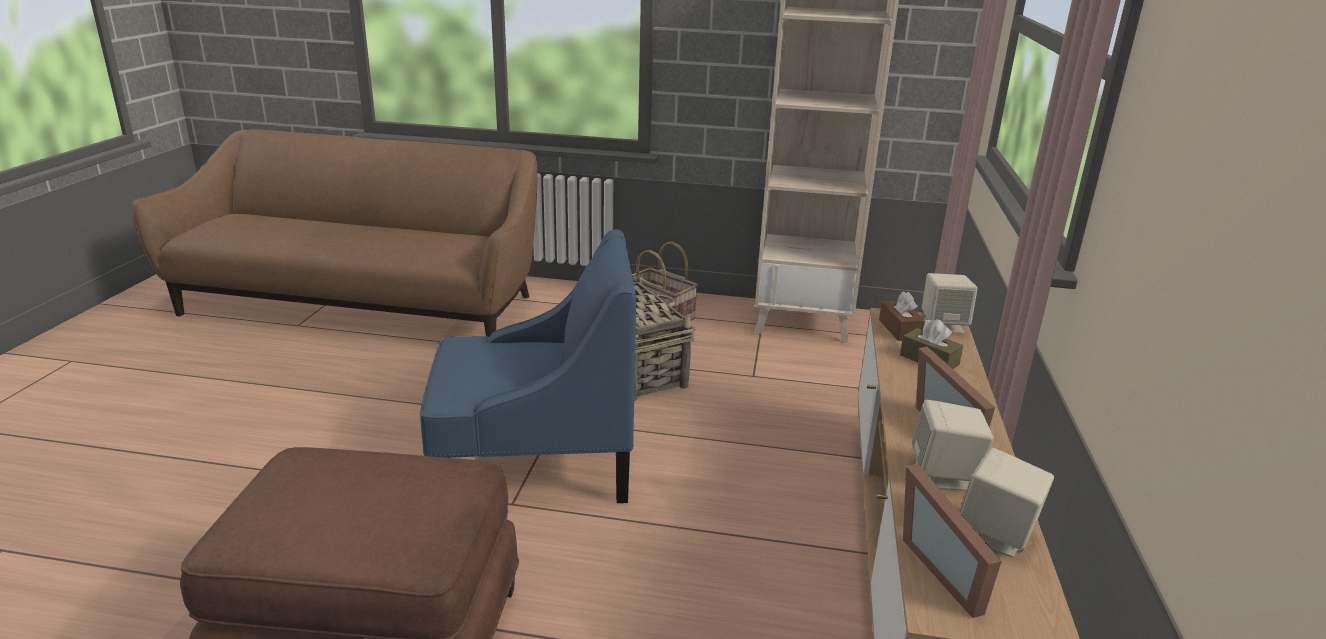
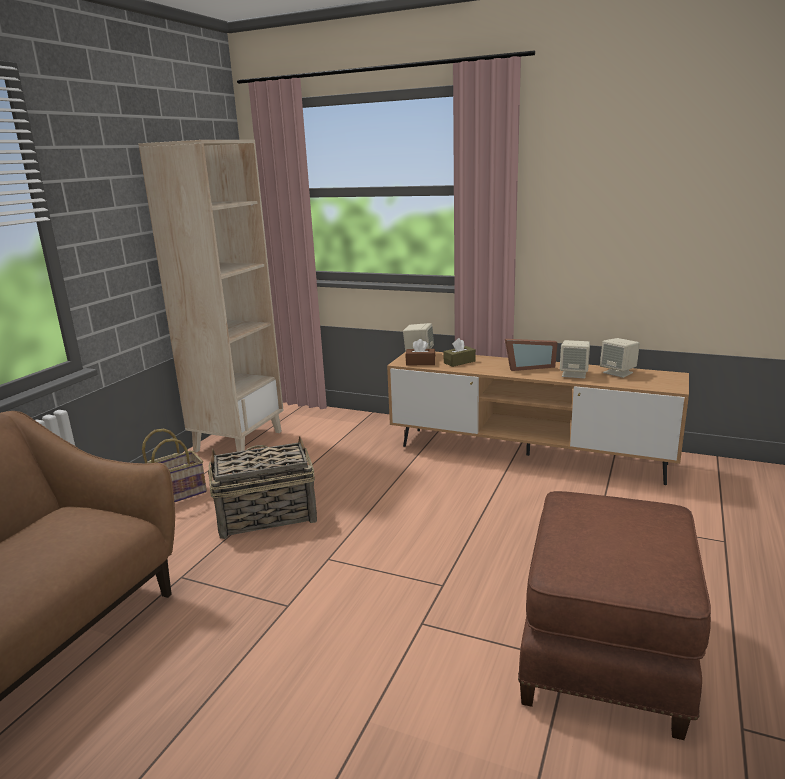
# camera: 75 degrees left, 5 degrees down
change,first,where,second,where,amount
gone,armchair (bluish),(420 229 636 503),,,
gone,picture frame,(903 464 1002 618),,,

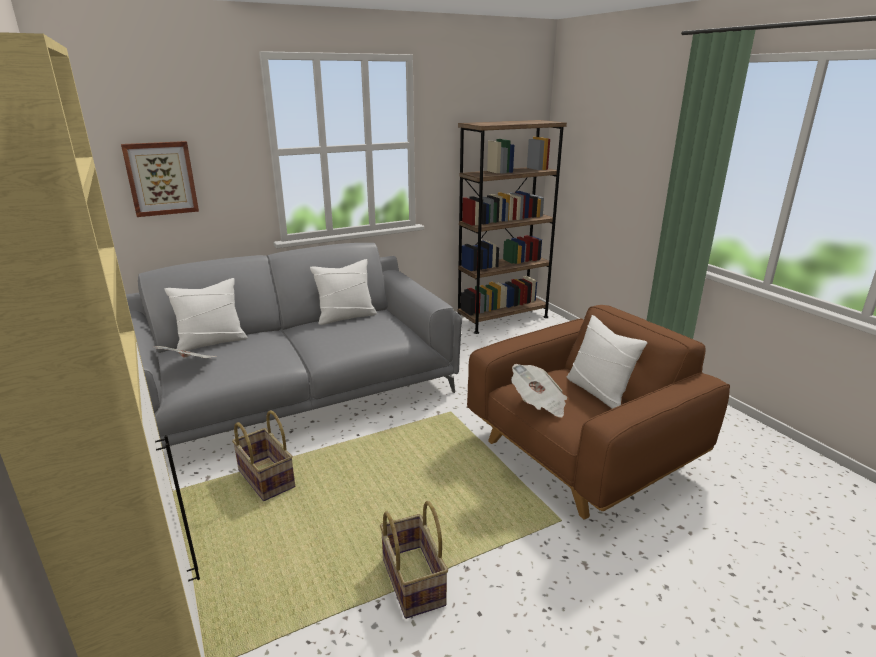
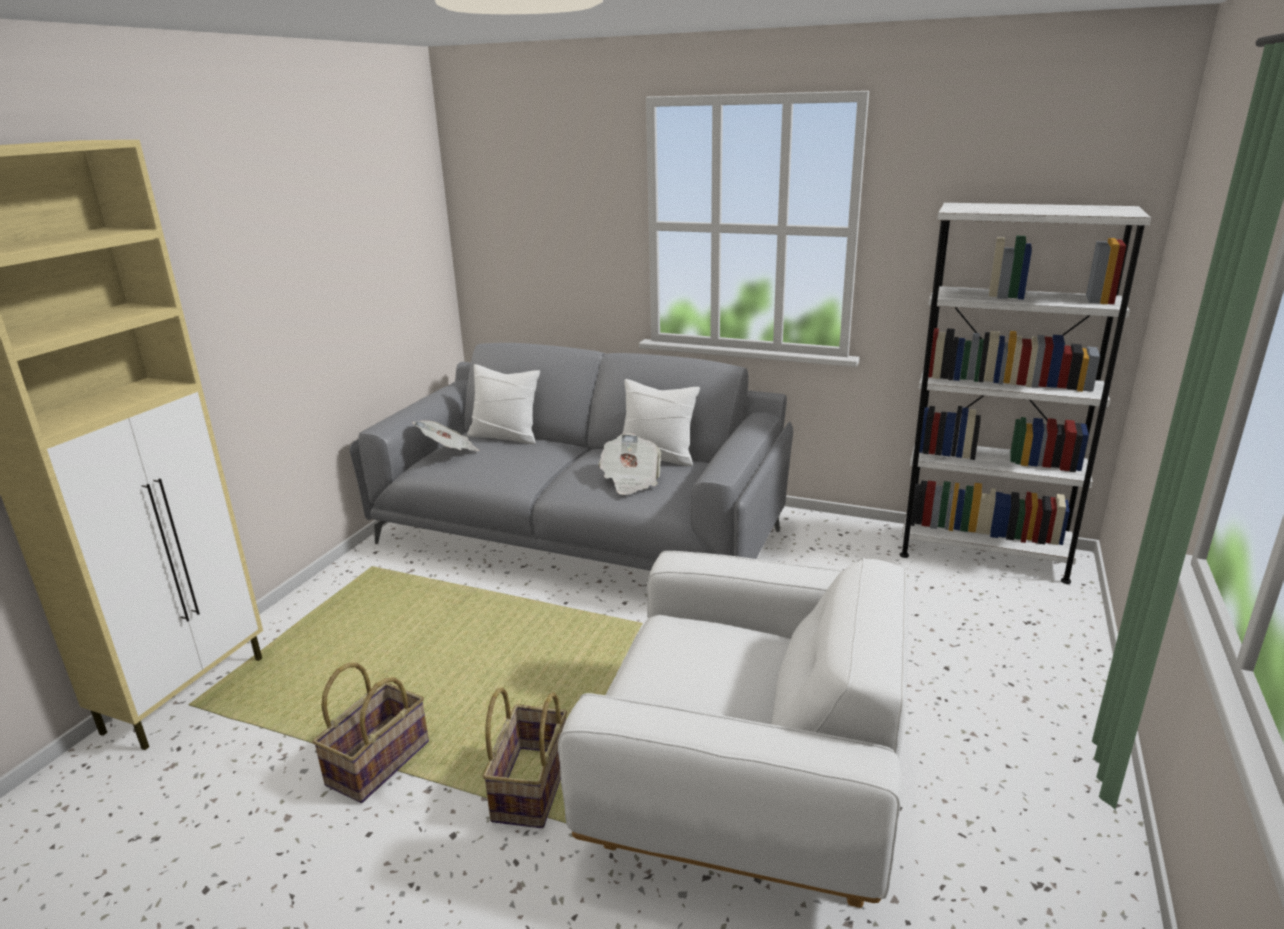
# camera: 50 degrees right, 0 degrees up
change,first,where,second,where,amount
shifted,basket,(232 410 295 501),,(482 687 567 828),
repainted,armchair (brown-coloured),(467 305 730 520),armchair (whitish),(558 551 908 908),
shifted,newspaper,(511 364 567 417),,(598 433 662 495),
repainted,bookcase (brown-coloured),(458 120 567 334),bookcase (whitish),(900 203 1151 584),
gone,wall picture,(121 141 199 217),,,
gone,throw pillow (whitish),(567 315 647 409),,,

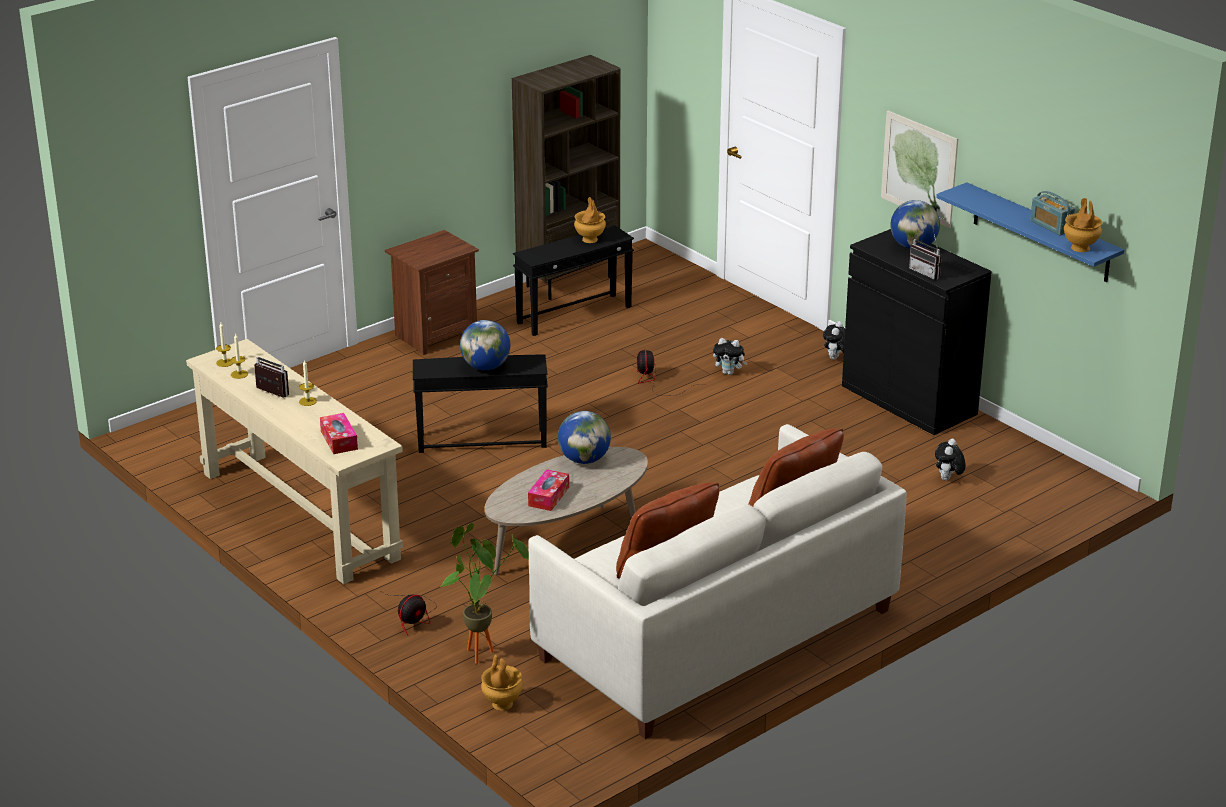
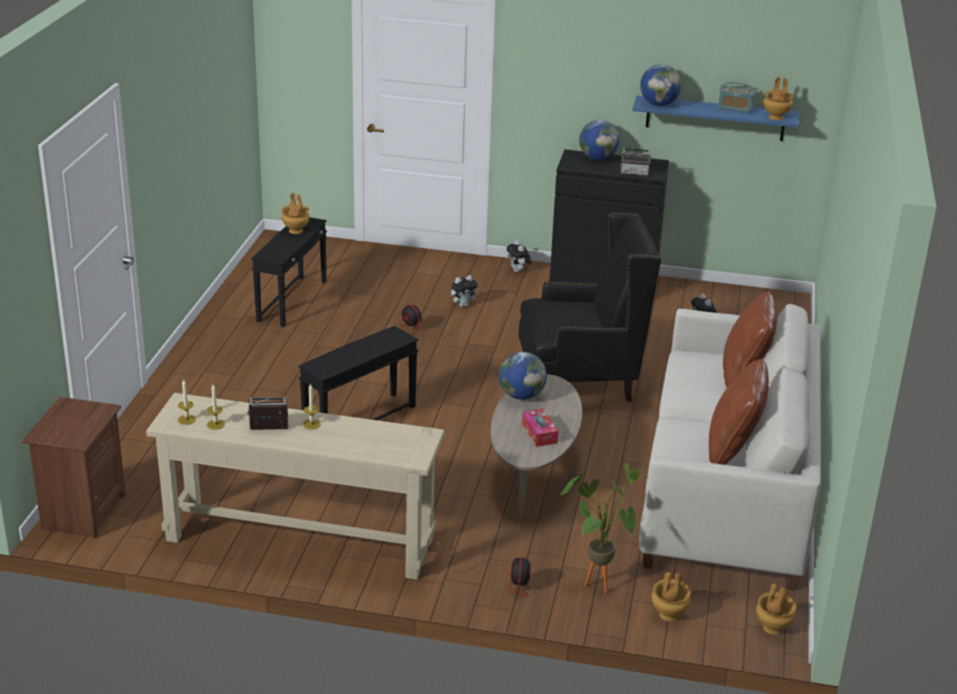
# camera: 40 degrees left, 0 degrees up
change,first,where,second,where,amount
shifted,nightstand (brown-coloured),(385 230 479 355),,(22 397 126 539),
new,,,armchair (black),(518 213 661 402),
shifted,desk globe,(460 320 510 370),,(640 64 682 106),
new,,,flower vase (brown-coloured),(756 584 796 635),
gone,box of tissues,(320 413 358 454),,,
gone,bookcase (brown-coloured),(512 55 620 300),,,
gone,wall picture,(881 111 958 228),,,

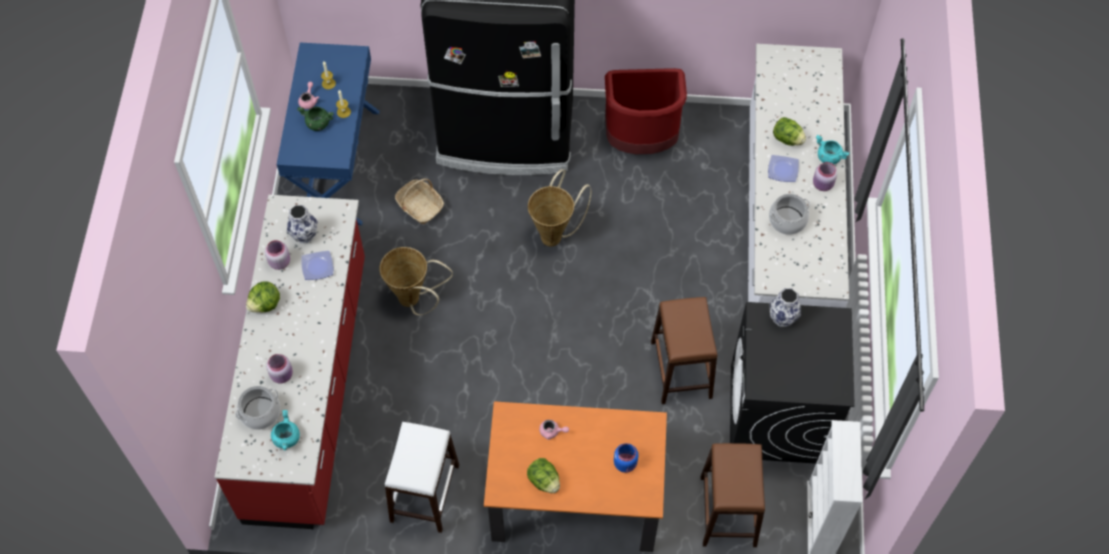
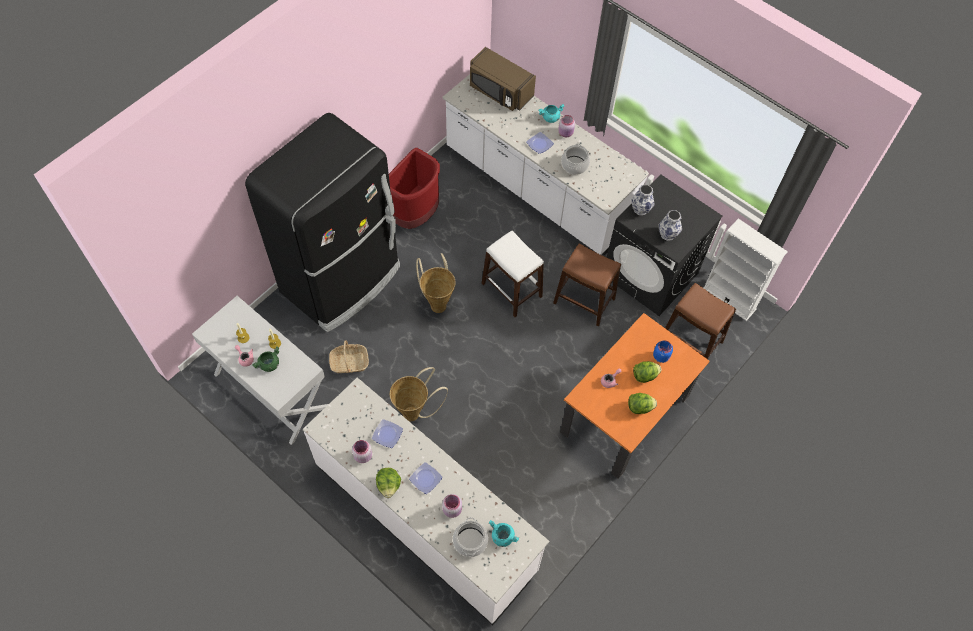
# camera: 55 degrees left, 0 degrees up
change,first,where,second,where,amount
repainted,hall table (bluish),(277 42 380 225),hall table (whitish),(192 296 328 445),
repainted,kitchen counter (red-coloured),(215 195 365 529),kitchen counter (whitish),(303 377 549 625),
new,,,flat dish,(409 462 442 494),
new,,,microwave oven (brown-coloured),(470 47 536 111),
shifted,stool (whitish),(385 422 459 533),,(482 231 544 317),
shifted,head of lettuce,(773 117 806 146),,(633 361 661 383),
shifted,flower vase,(287 205 317 243),,(658 210 682 241),

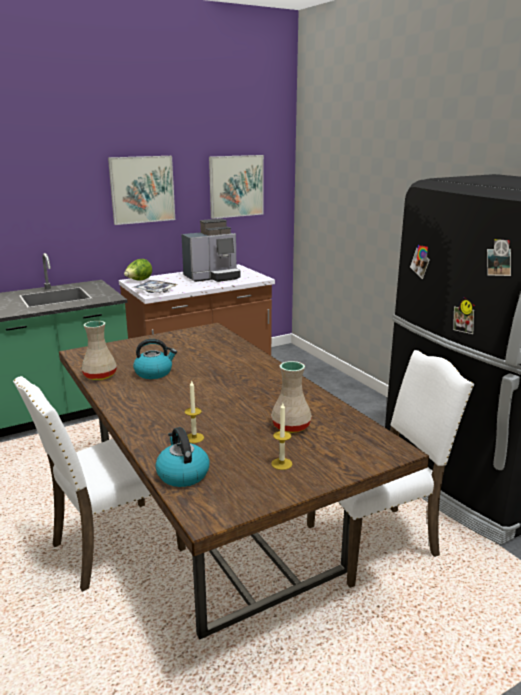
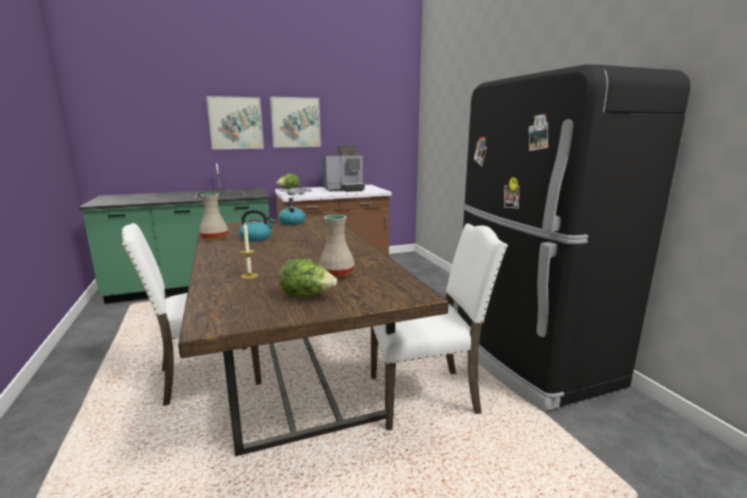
# camera: 10 degrees right, 5 degrees down
change,first,where,second,where,amount
shifted,wall picture,(209 155 264 219),,(206 96 264 149),
shifted,kettle,(155 427 210 487),,(278 198 305 225),
swapped,wax candle,(271 403 293 470),head of lettuce,(280 259 337 298),

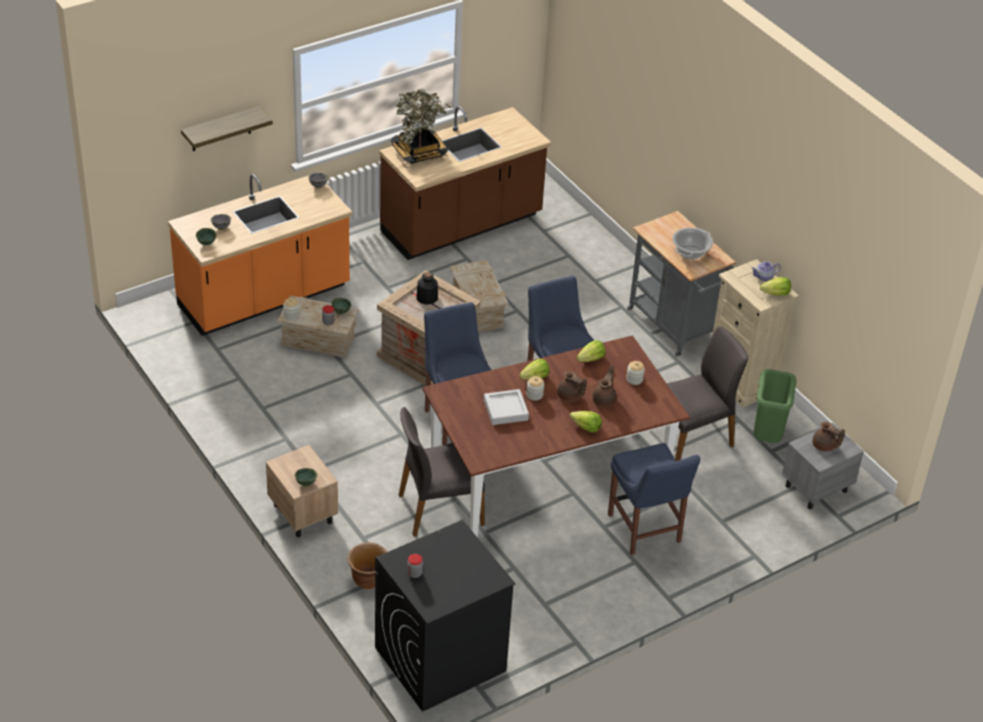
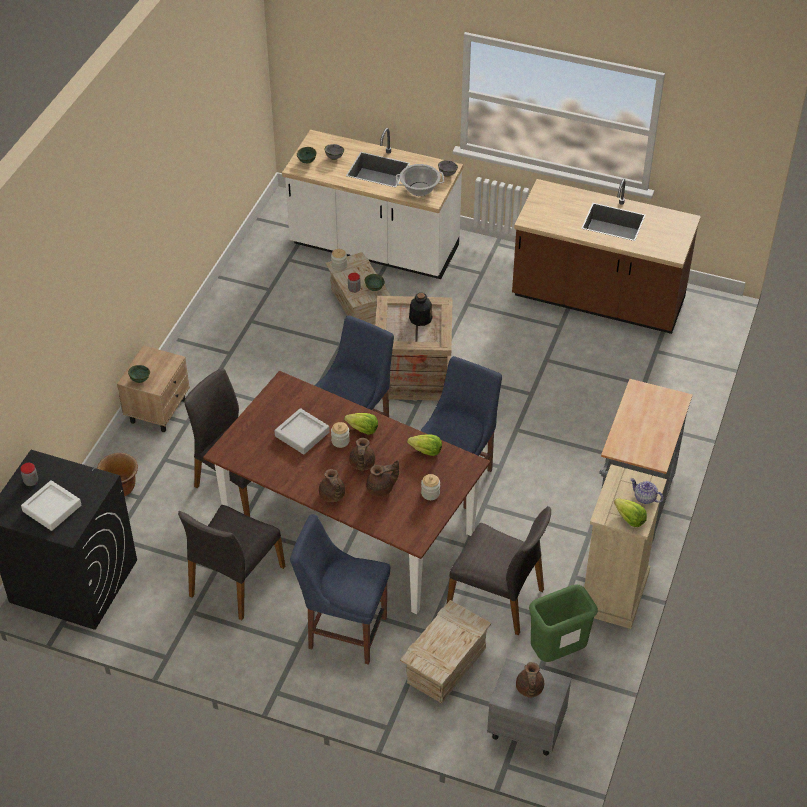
# camera: 55 degrees right, 5 degrees up
change,first,where,second,where,amount
new,,,serving tray (whitish),(21 480 81 531),
new,,,plain chair (gray),(178 505 285 620),
repainted,kitchen counter (orange),(168 174 352 336),kitchen counter (whitish),(282 128 463 279),
rotated,plain chair (bluish),(608 443 700 555),,(290 514 390 665),75 degrees clockwise
swapped,head of lettuce,(569 411 602 432),teapot (brown-coloured),(319 469 345 502),
shifted,saucepot,(672 228 713 260),,(396 164 444 196),
shifted,shipping crate,(450 260 509 332),,(400 600 491 703),
gone,bracket shelf,(181 106 273 151),,,
gone,potted plant,(391 89 452 163),,,

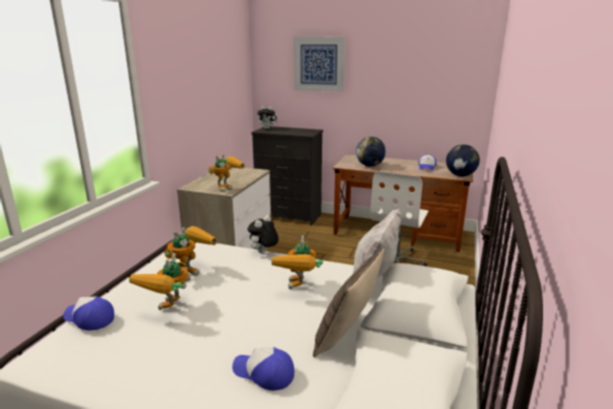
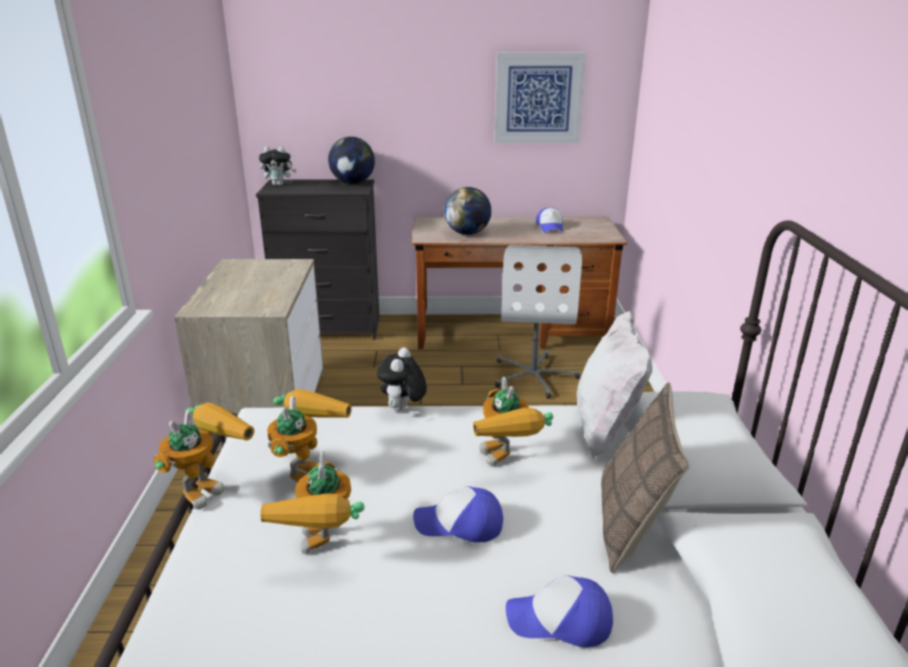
# camera: 20 degrees left, 5 degrees up
change,first,where,second,where,amount
shifted,model robot,(208 154 245 192),,(153 402 254 510),
shifted,desk globe,(446 144 480 176),,(328 137 375 184),
shifted,baseball cap,(63 296 114 331),,(413 486 503 543),
shifted,wall picture,(294 37 345 92),,(494 52 586 143),

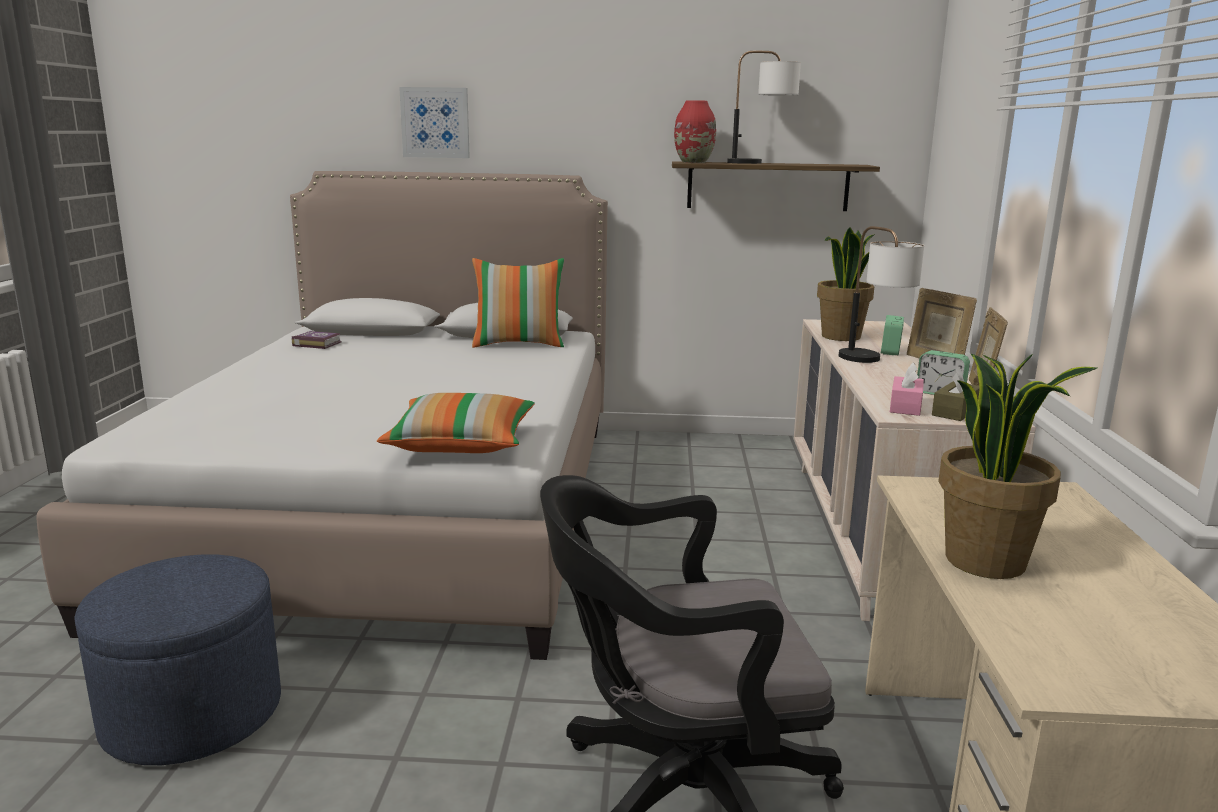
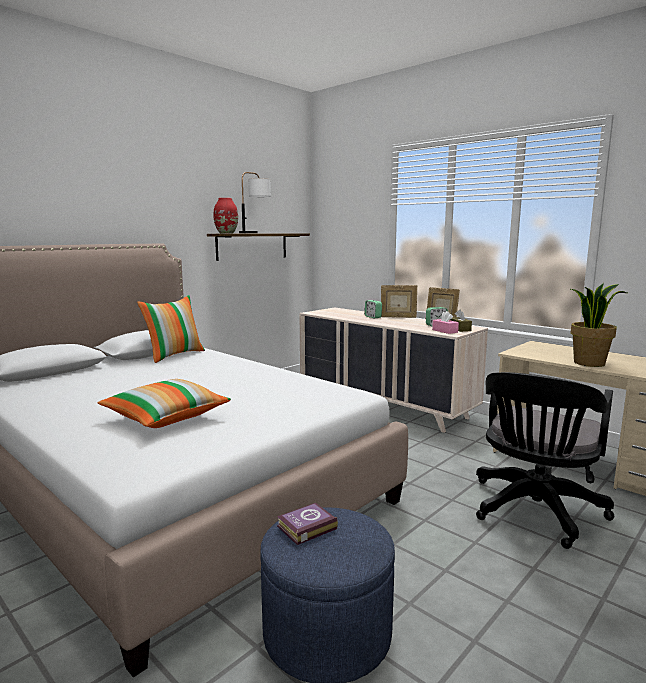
# camera: 50 degrees left, 5 degrees down
change,first,where,second,where,amount
shifted,throw pillow,(377 393 535 453),,(98 379 231 428),
shifted,book,(292 331 342 349),,(277 503 338 545),
gone,wall picture,(399 87 470 158),,,
gone,potted plant,(817 227 875 341),,,
gone,table lamp,(839 226 924 363),,,

